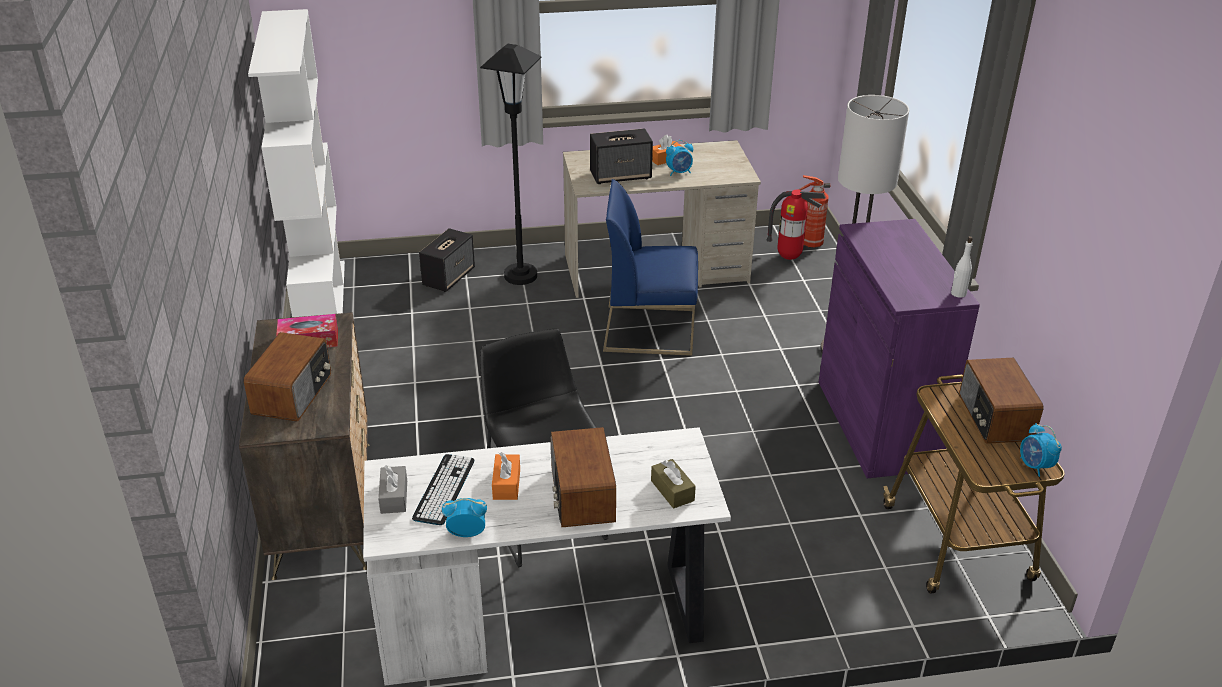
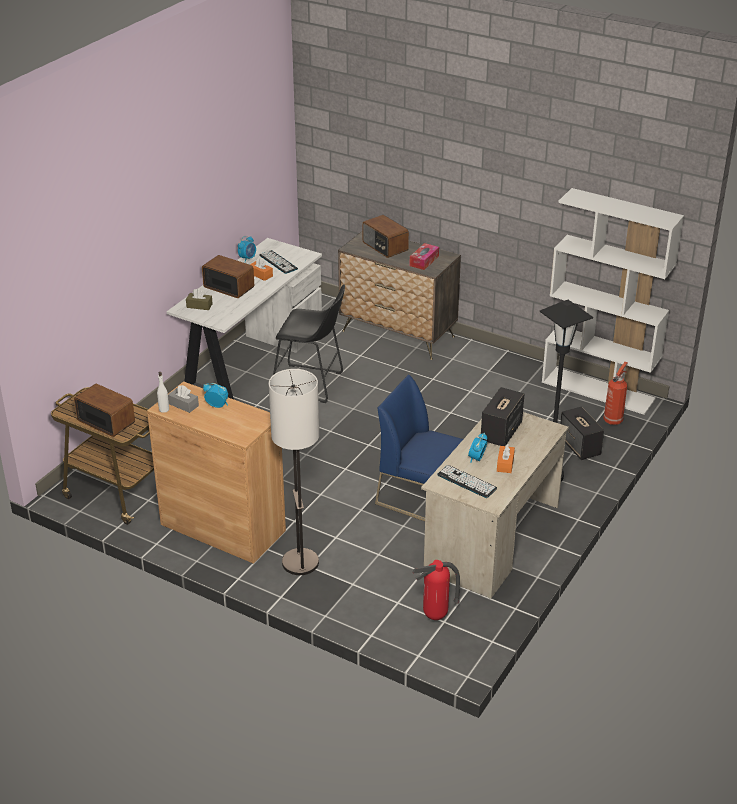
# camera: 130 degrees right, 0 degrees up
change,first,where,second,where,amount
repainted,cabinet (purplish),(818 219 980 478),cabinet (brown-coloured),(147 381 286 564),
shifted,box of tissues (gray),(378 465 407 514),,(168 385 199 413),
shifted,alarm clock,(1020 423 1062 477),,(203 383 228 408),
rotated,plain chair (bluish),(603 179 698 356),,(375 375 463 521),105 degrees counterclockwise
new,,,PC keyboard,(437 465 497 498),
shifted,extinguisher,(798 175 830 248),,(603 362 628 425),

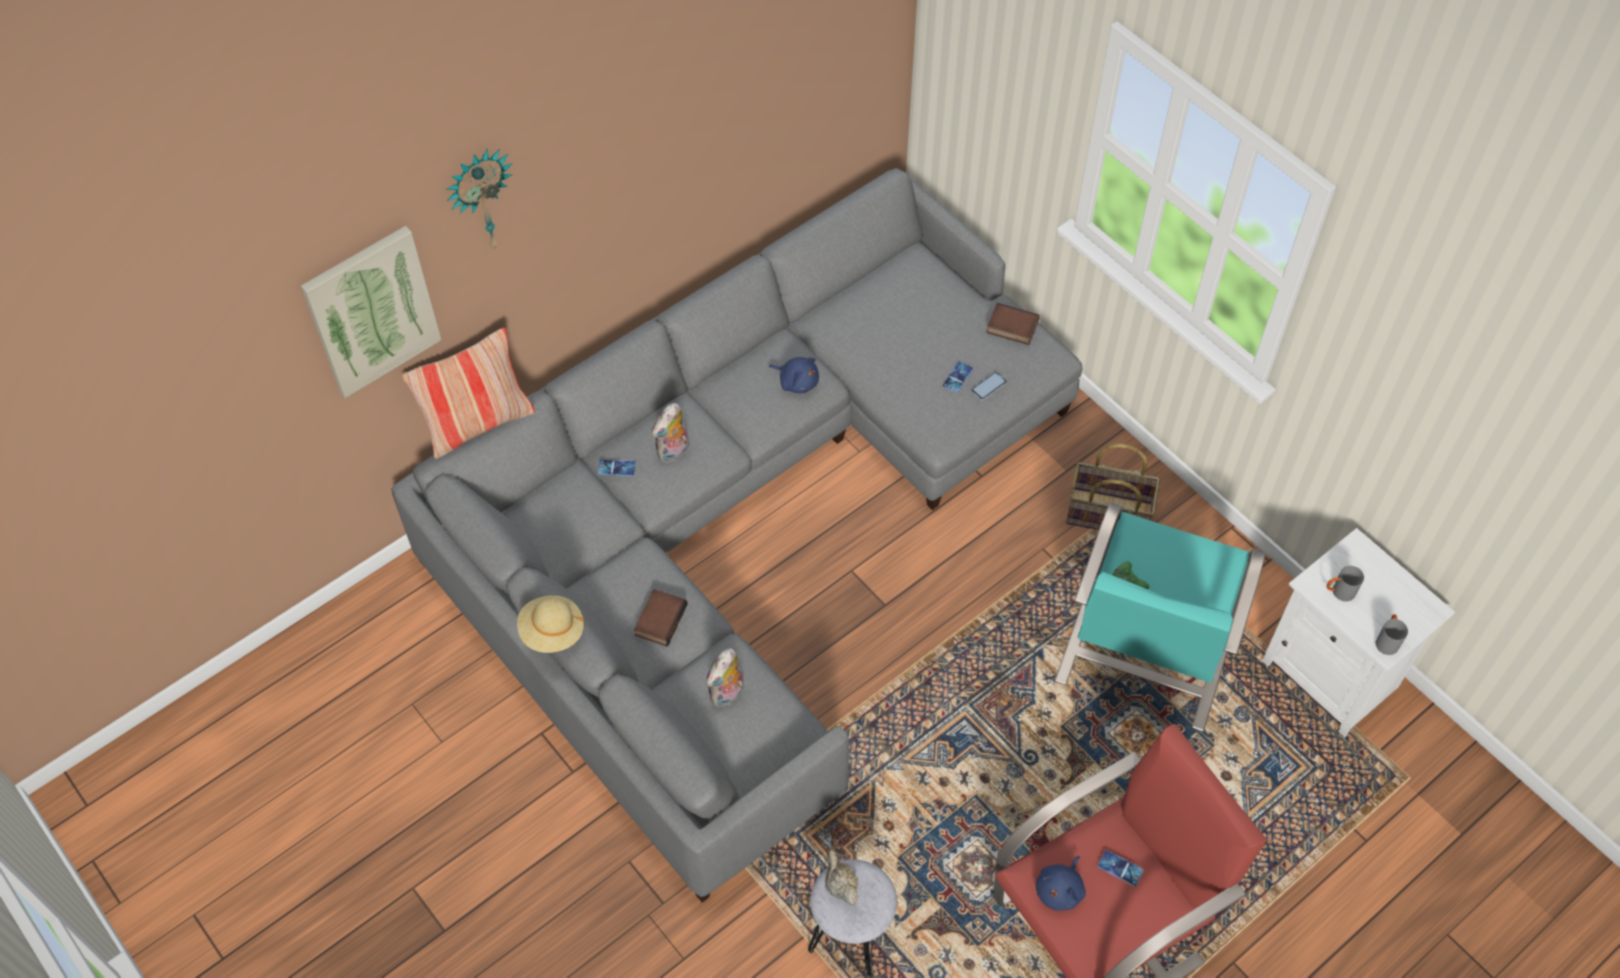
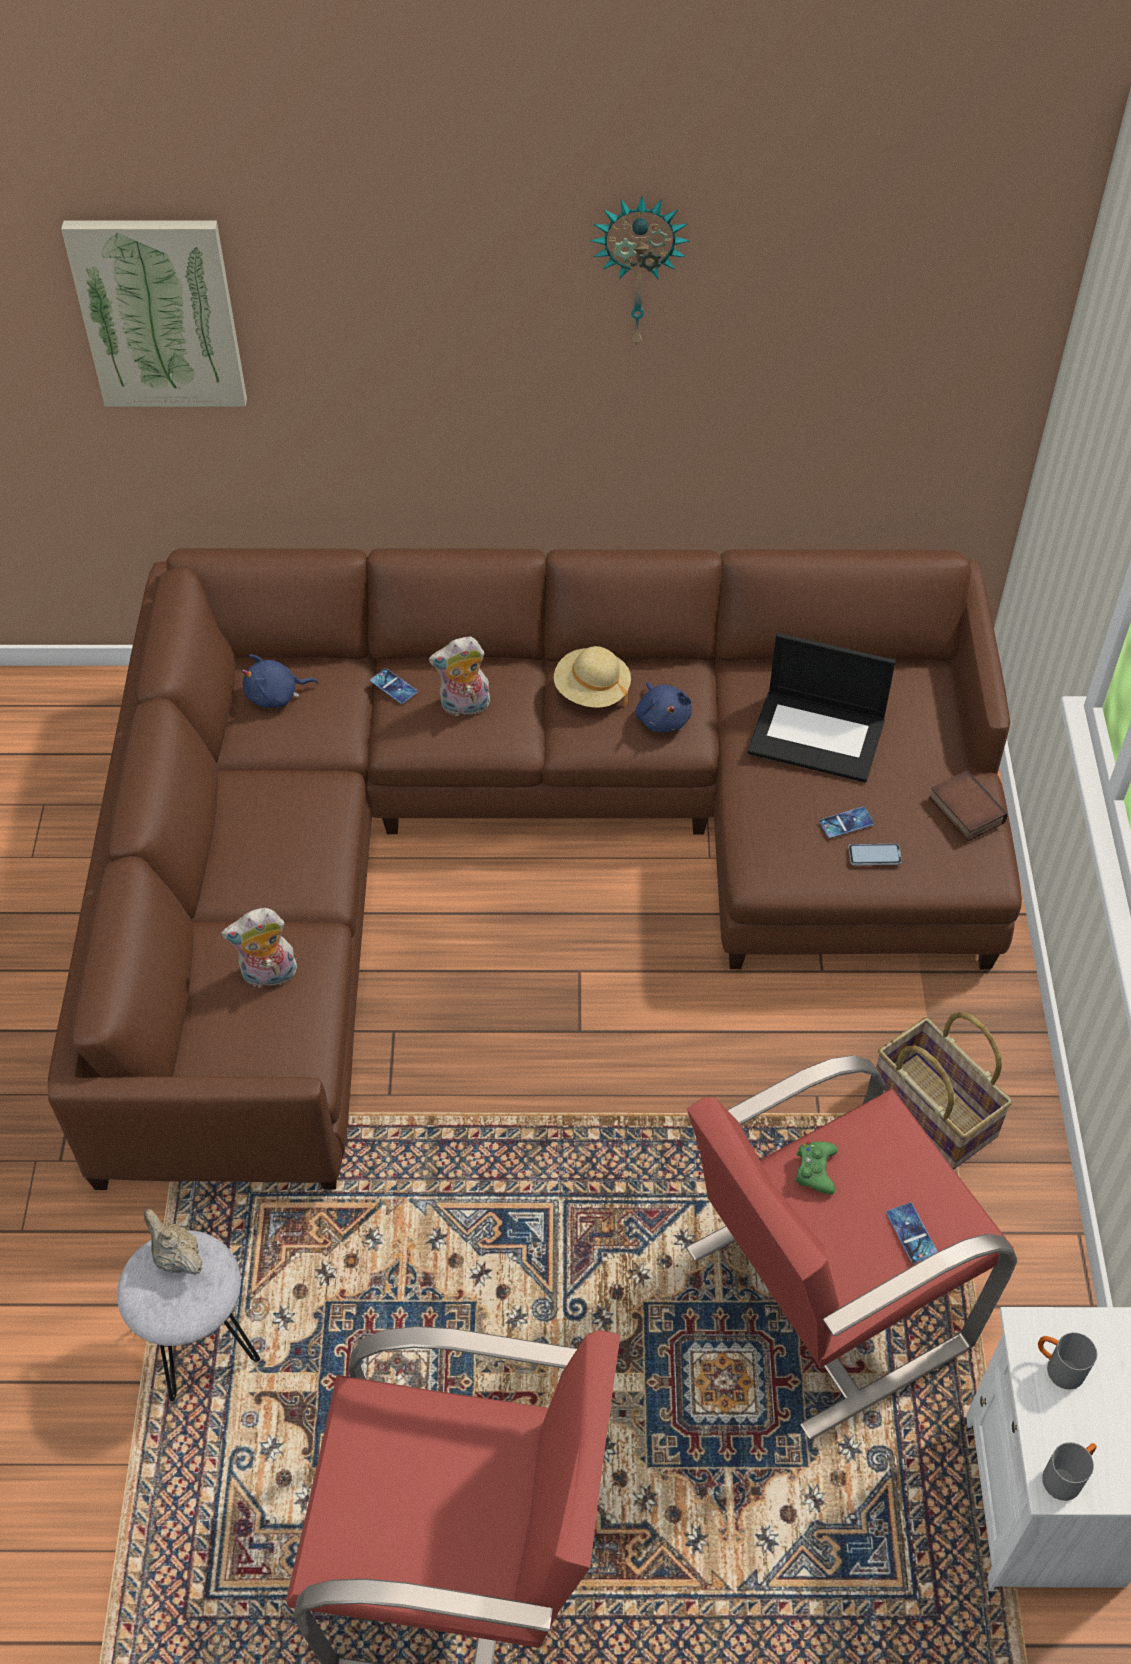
# camera: 40 degrees right, 5 degrees down
change,first,where,second,where,amount
repainted,sofa (gray),(391 168 1083 903),sofa (brown-coloured),(48 548 1022 1190),
rotated,teapot (beige-coloured),(825 849 858 905),,(143 1209 202 1275),60 degrees counterclockwise
shifted,soft toy (bluish),(1036 856 1086 911),,(242 654 318 708),
shifted,clothing hat (beige-coloured),(517 595 585 653),,(554 646 631 708),
shifted,wall clock,(447 149 513 250),,(590 196 691 349),
repainted,armchair (turquoise-coloured),(1055 502 1265 731),armchair (red-coloured),(687 1055 1018 1440),
new,,,laptop,(747 633 896 782),
shifted,handset,(1097 850 1144 886),,(886 1203 938 1263),
gone,throw pillow,(402 328 535 459),,,
gone,book,(634 589 688 646),,,

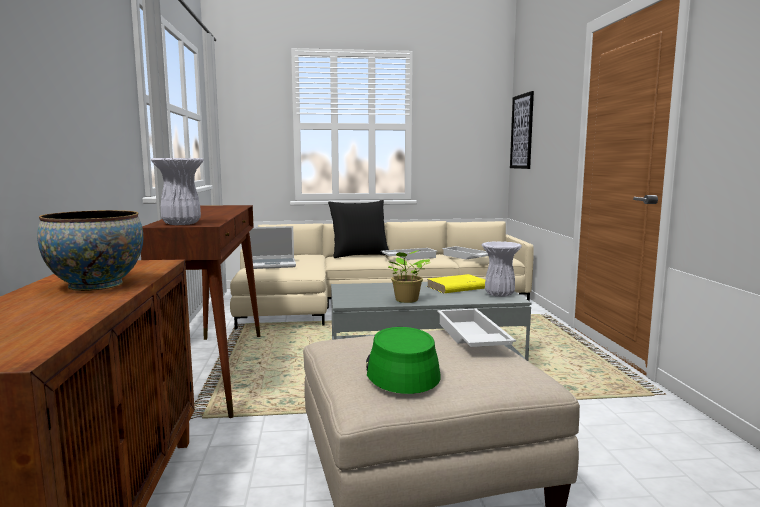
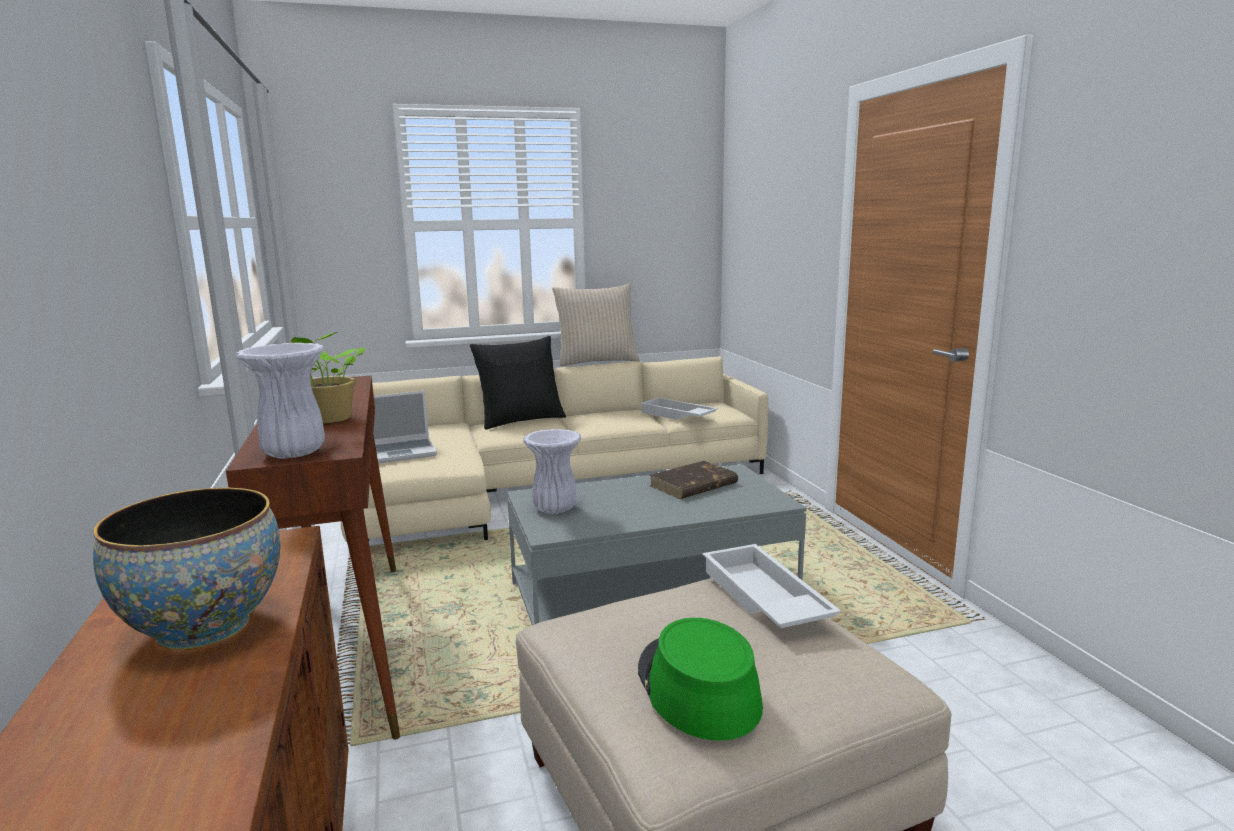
# camera: 10 degrees left, 5 degrees up
change,first,where,second,where,amount
shifted,potted plant,(388 250 430 303),,(291 332 365 423),
shifted,flower vase (whitish),(482 241 522 297),,(523 429 581 514),
new,,,throw pillow (beige-coloured),(552 284 640 366),
repainted,book (yellow-coloured),(427 274 485 293),book (brown-coloured),(650 461 738 499),
gone,serving tray (whitish),(381 248 438 260),,,
gone,wall picture,(510 91 534 169),,,

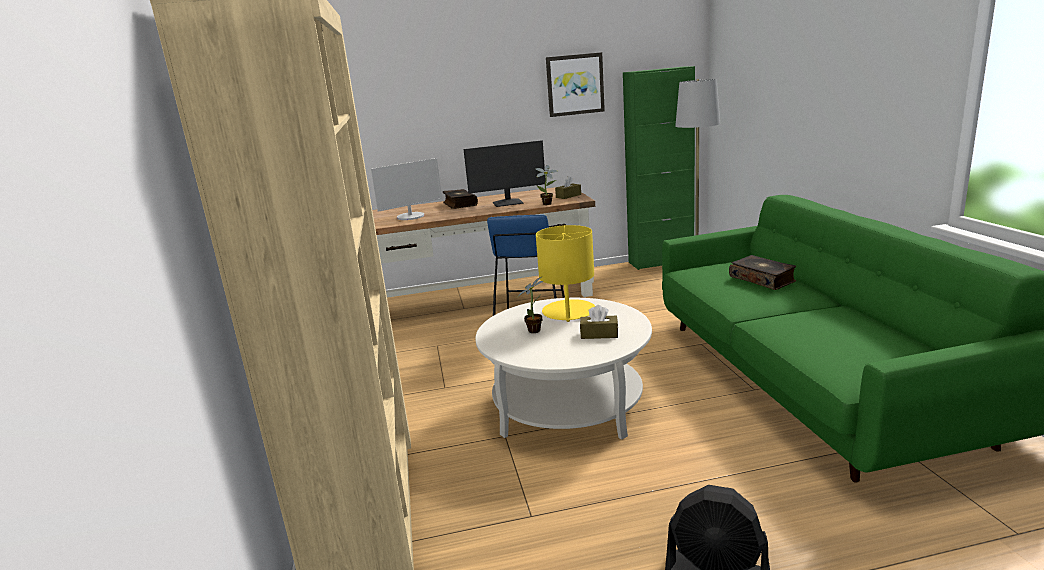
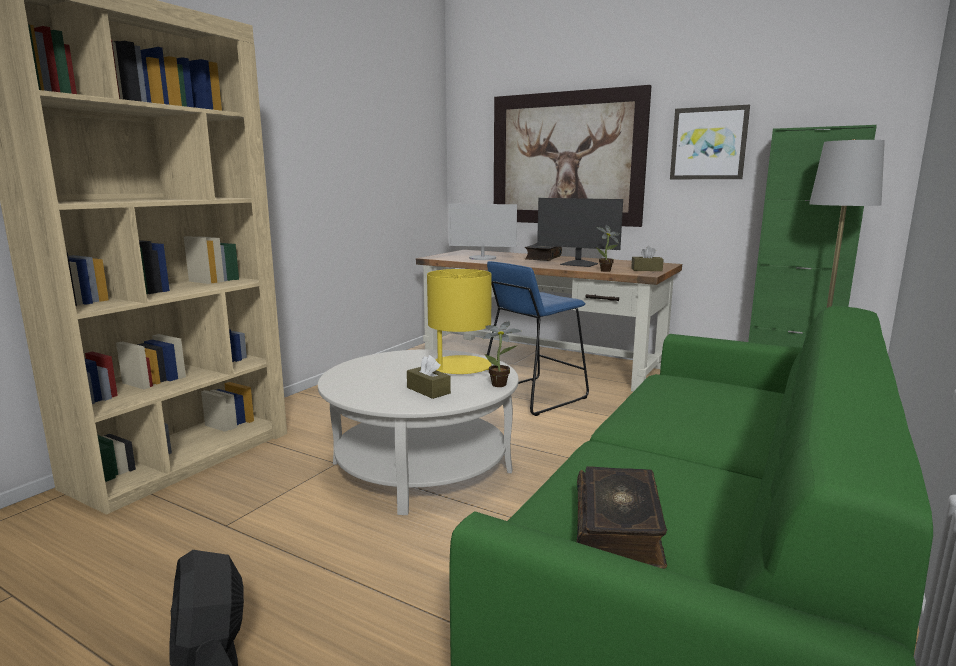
# camera: 40 degrees right, 5 degrees down
change,first,where,second,where,amount
shifted,potted plant,(517 277 543 333),,(483 321 521 387),
new,,,wall picture,(494 85 652 227),
shifted,book,(729 255 796 290),,(577 466 667 569),

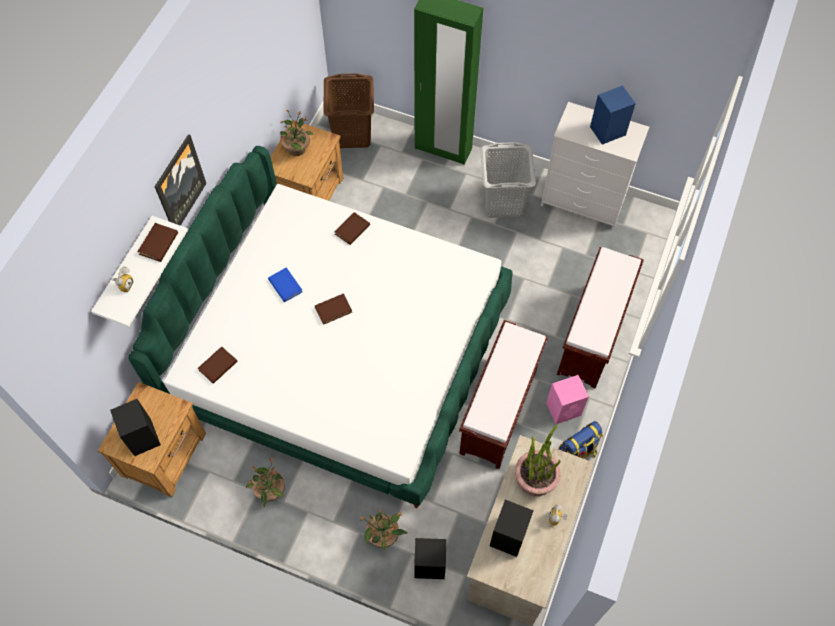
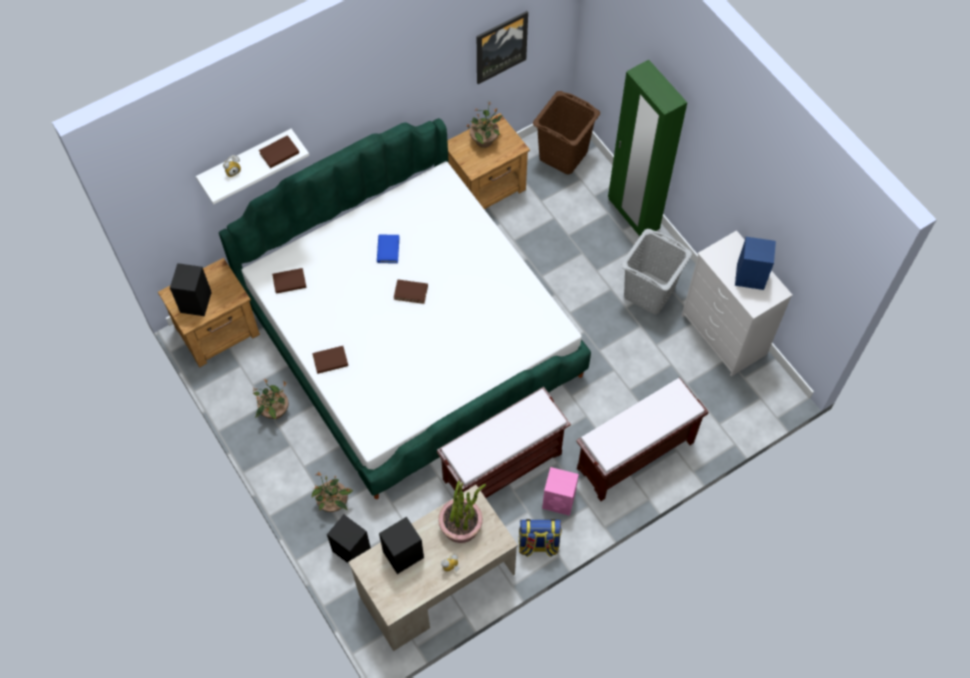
# camera: 35 degrees right, 0 degrees up
change,first,where,second,where,amount
shifted,book (brown-coloured),(335 212 370 245),,(312 346 348 374),
shifted,wall picture,(154 134 206 226),,(477 11 528 84),

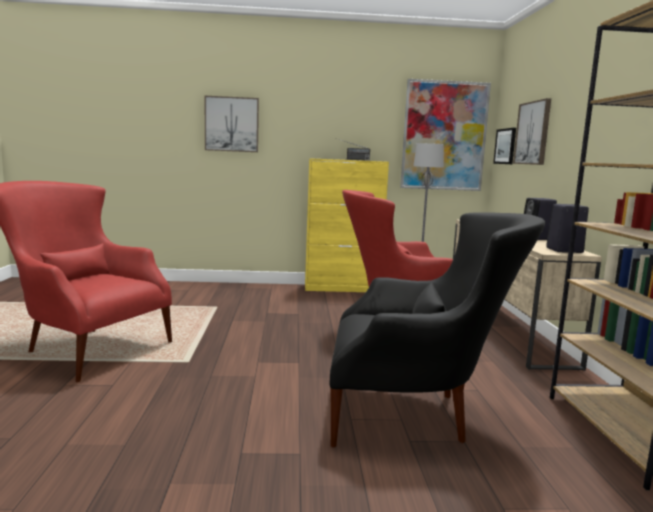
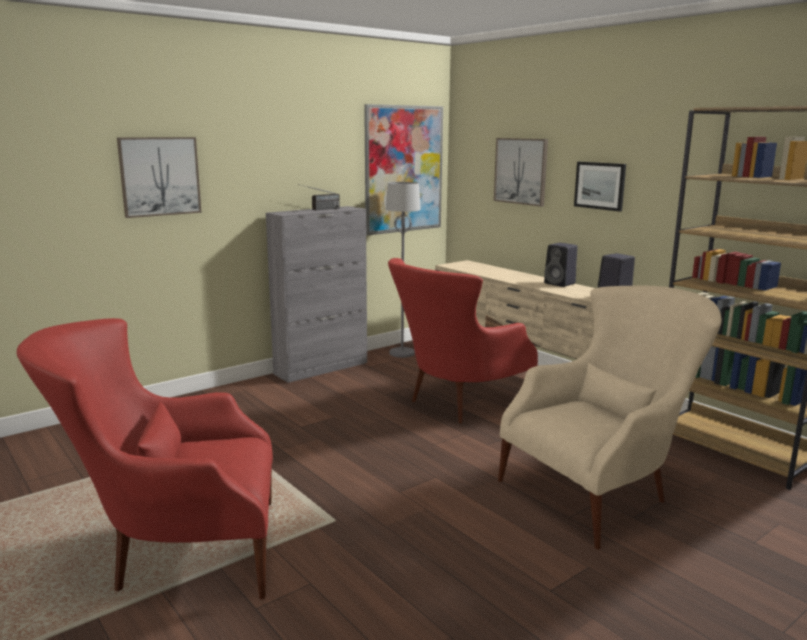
# camera: 35 degrees left, 5 degrees up
change,first,where,second,where,amount
repainted,cabinet (yellow-coloured),(305 158 389 292),cabinet (gray),(266 206 367 383),
repainted,armchair (black),(330 212 545 447),armchair (beige-coloured),(498 286 722 549),
shifted,wall picture,(493 128 516 164),,(574 162 626 212),

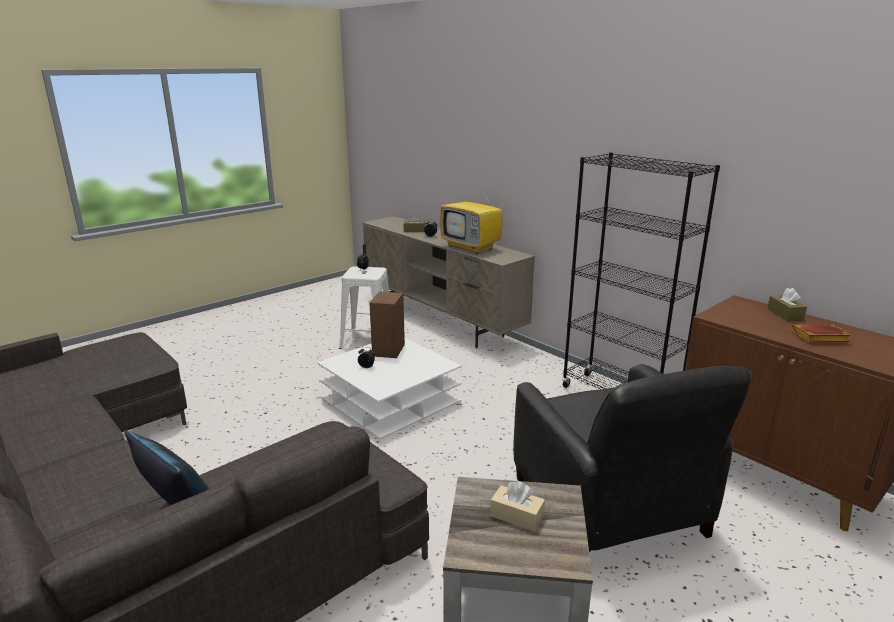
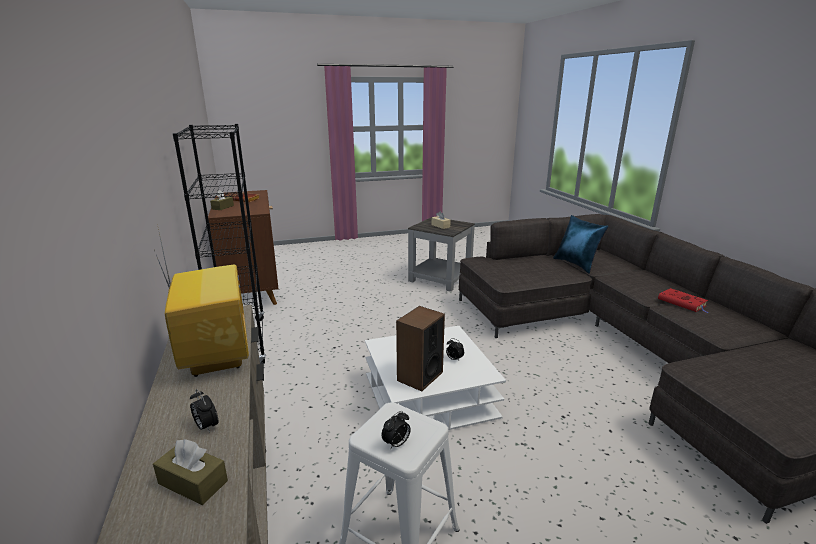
# camera: 155 degrees left, 0 degrees up
change,first,where,second,where,amount
new,,,book (red-coloured),(658 288 708 313),
gone,armchair (black),(513 364 752 552),,,

